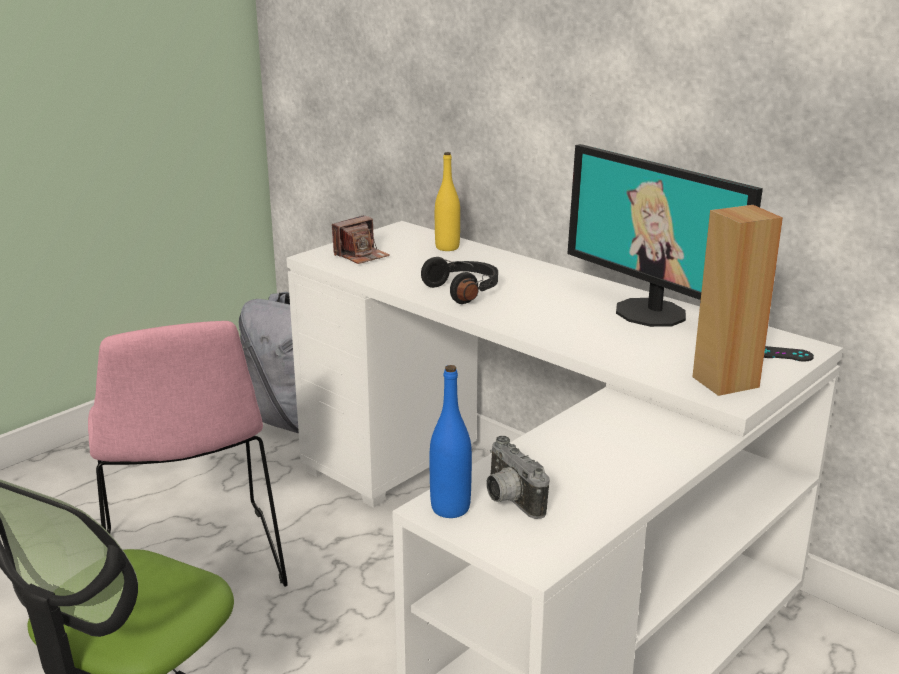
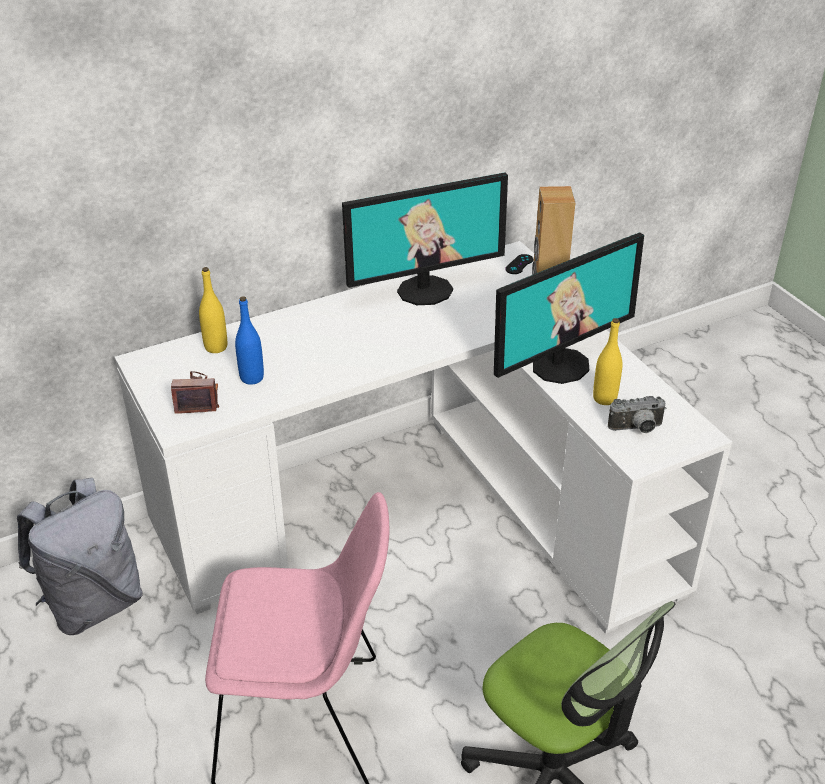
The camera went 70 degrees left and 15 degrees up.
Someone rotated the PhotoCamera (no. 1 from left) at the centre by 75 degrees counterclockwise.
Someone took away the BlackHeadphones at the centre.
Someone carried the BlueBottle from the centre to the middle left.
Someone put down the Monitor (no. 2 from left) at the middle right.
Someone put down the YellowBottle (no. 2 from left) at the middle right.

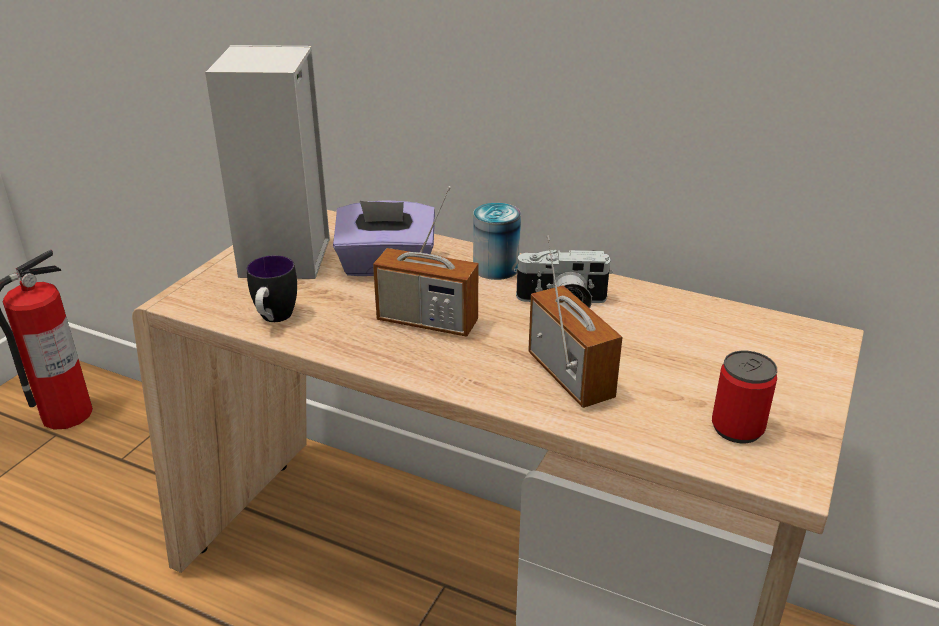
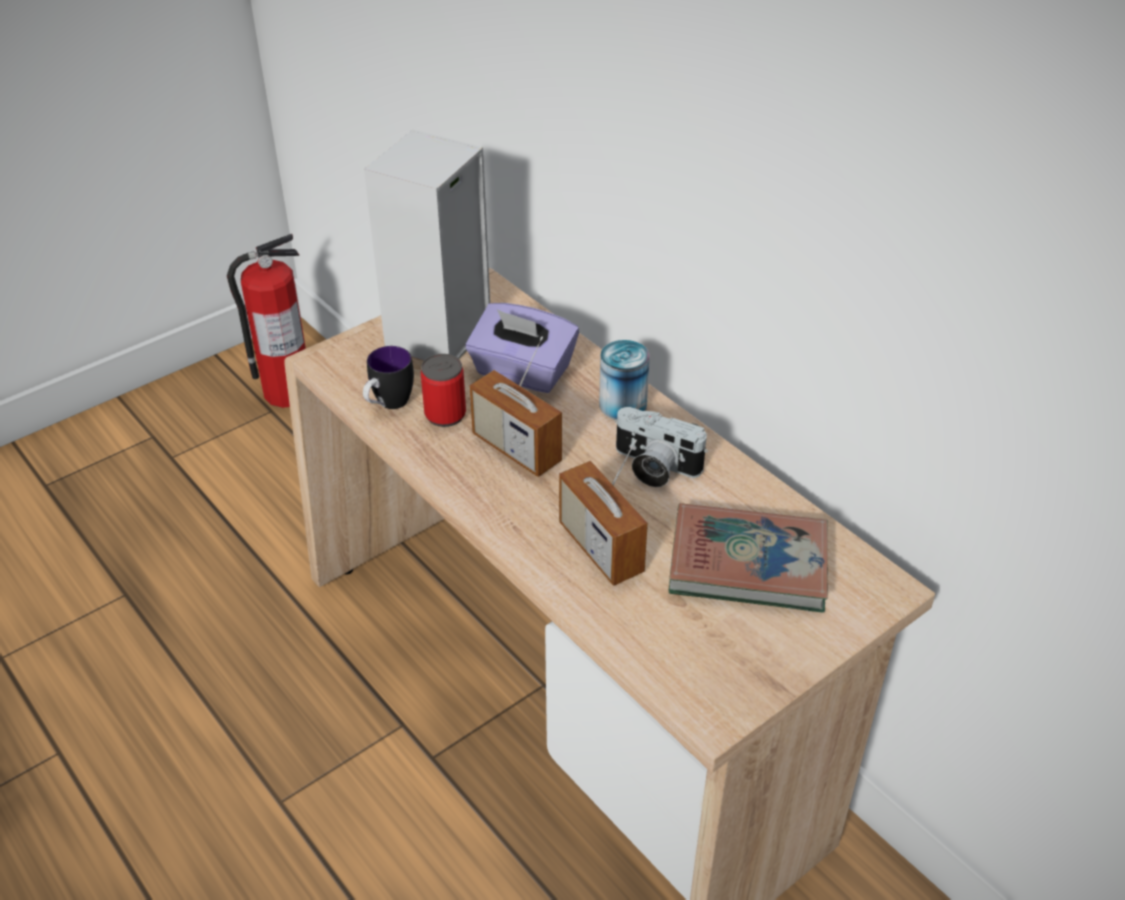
The camera went 25 degrees right and 10 degrees up.
Someone rotated the Radio (no. 2 from left) at the centre by 150 degrees clockwise.
Someone carried the Can (no. 2 from left in the first image) from the middle right to the centre.
Someone put down the Book at the centre.

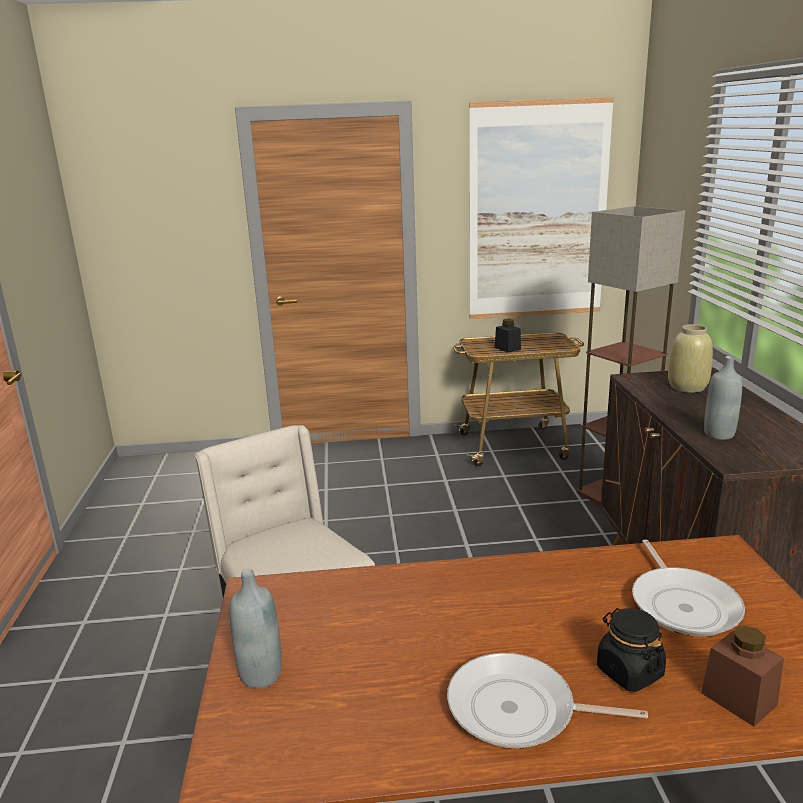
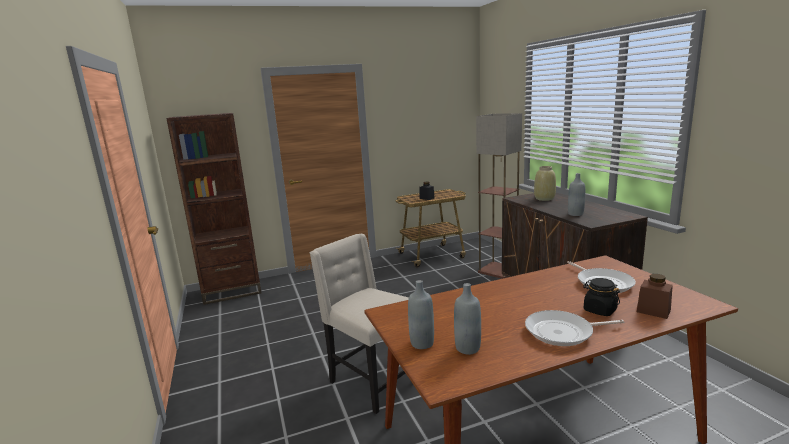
The camera went 15 degrees left and 5 degrees down.
Someone took away the Picture at the top right.
Someone put down the BrownBookcase at the middle left.
Someone put down the GreyBottle (no. 2 from left) at the bottom centre.

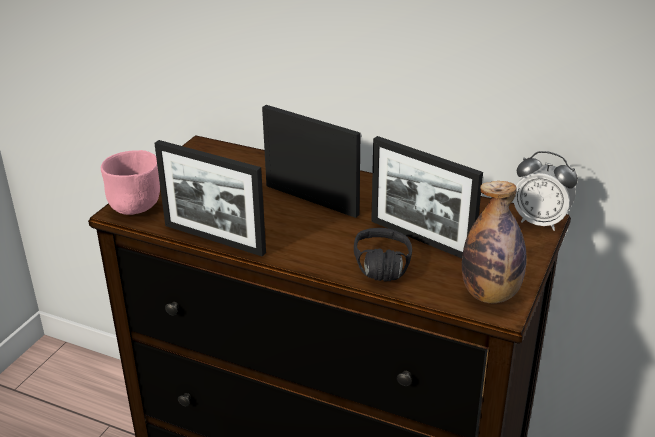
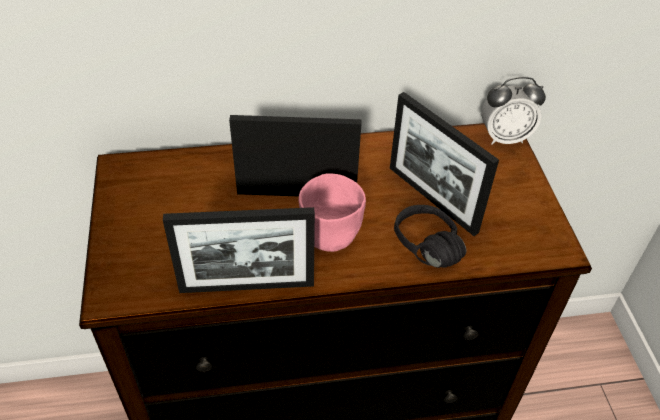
The camera went 35 degrees left and 15 degrees up.
Someone carried the PinkBowl from the middle left to the centre.
Someone rotated the PictureFrame (no. 3 from left) at the centre by 45 degrees clockwise.
Someone took away the Bottle at the middle right.

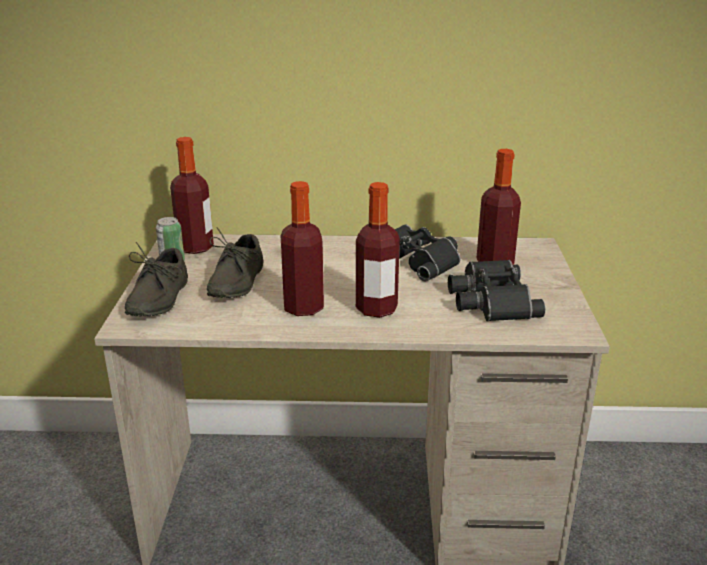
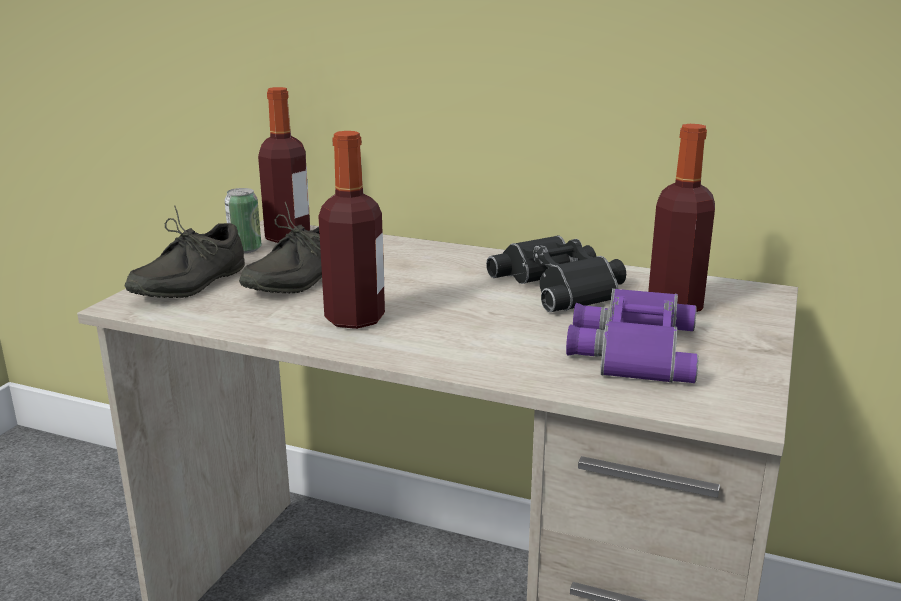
The camera went 20 degrees right and 5 degrees down.
Someone took away the Bottle (no. 3 from left) at the centre.
Someone repainted the BlackBinoculars (no. 2 from left) at the middle right, which became the PurpleBinoculars at the middle right.

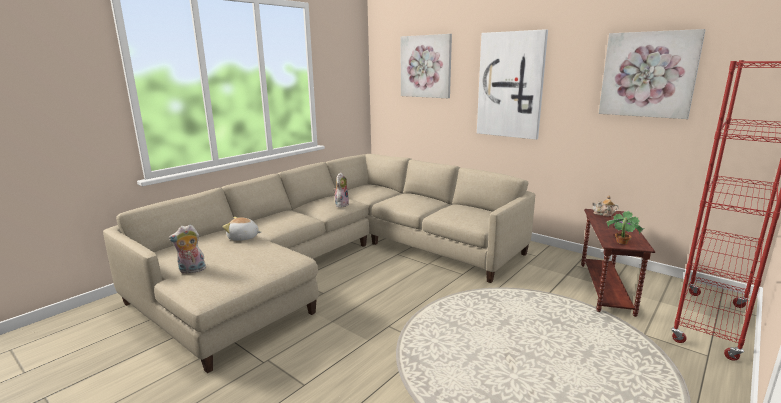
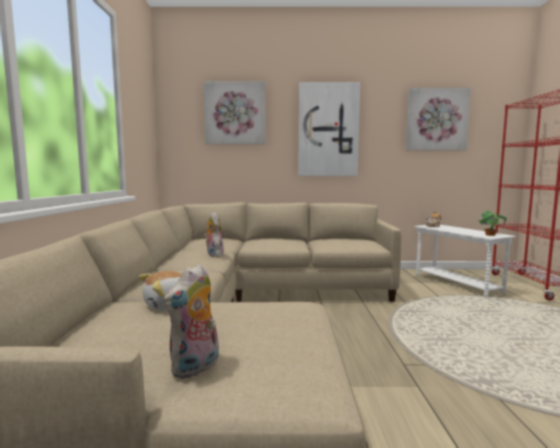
The camera went 40 degrees left and 10 degrees down.
Someone repainted the BrownSideTable at the middle right, which became the WhiteSideTable at the middle right.

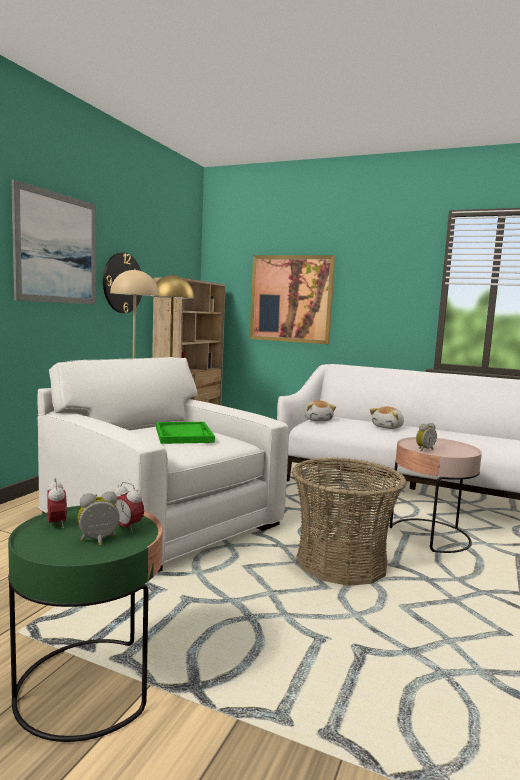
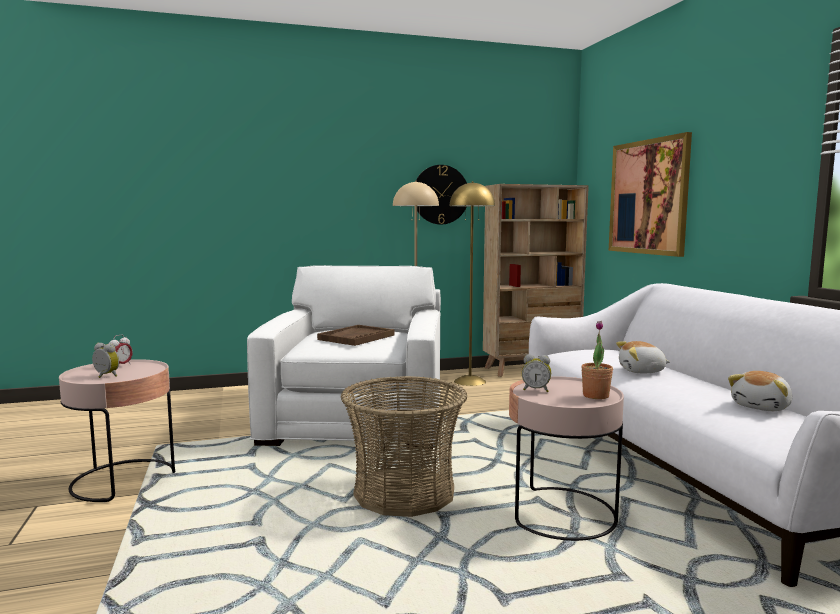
The camera went 50 degrees right and 0 degrees up.
Someone repainted the GreenSideTable at the bottom left, which became the PinkSideTable (no. 1 from left) at the bottom left.
Someone took away the Picture (no. 1 from left) at the top left.
Someone took away the AlarmClock (no. 3 from left) at the middle left.
Someone repainted the GreenTray at the centre, which became the BrownTray at the centre.
Someone carried the PlushToy (no. 1 from left in the first image) from the centre to the middle right.
Someone put down the PottedPlant at the middle right.

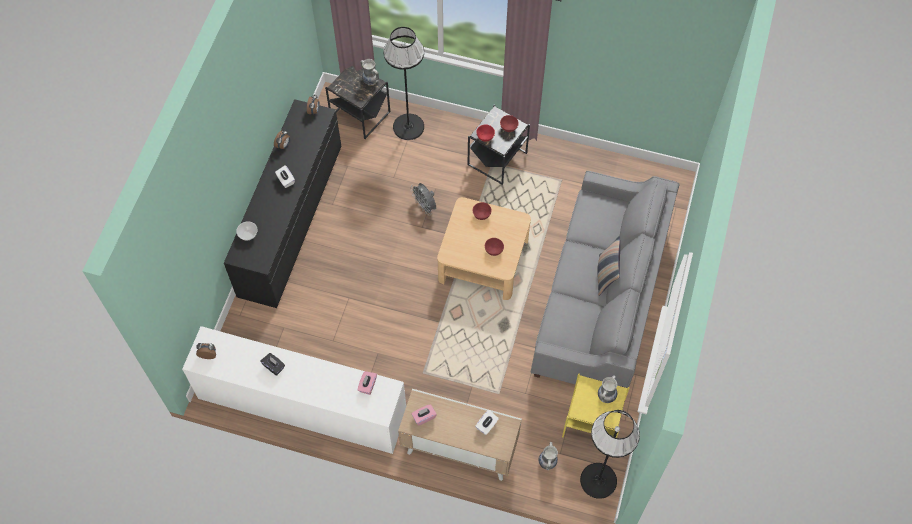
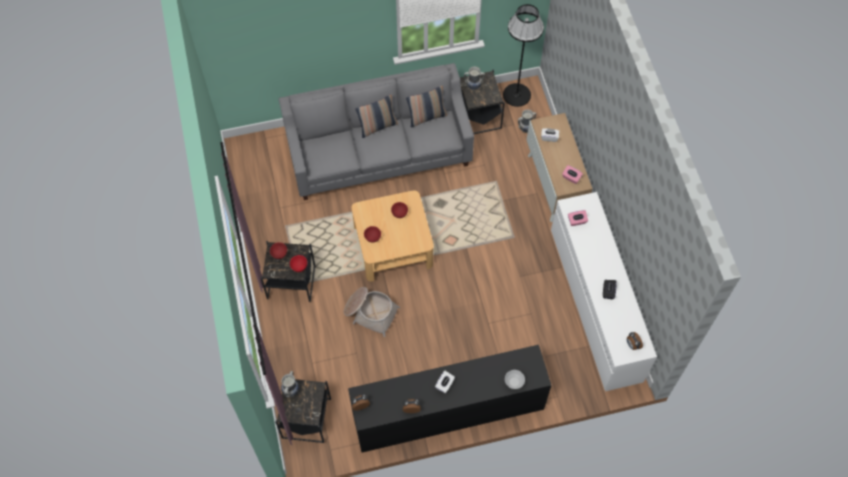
The camera went 120 degrees left and 0 degrees up.
Someone took away the BlackFloorLamp (no. 1 from left) at the top centre.
Someone swapped the GreyFan at the centre for the Basket at the centre.
Someone repainted the YellowSideTable at the bottom centre, which became the BlackSideTable (no. 3 from left) at the top centre.
Someone put down the Pillow (no. 2 from left) at the top centre.

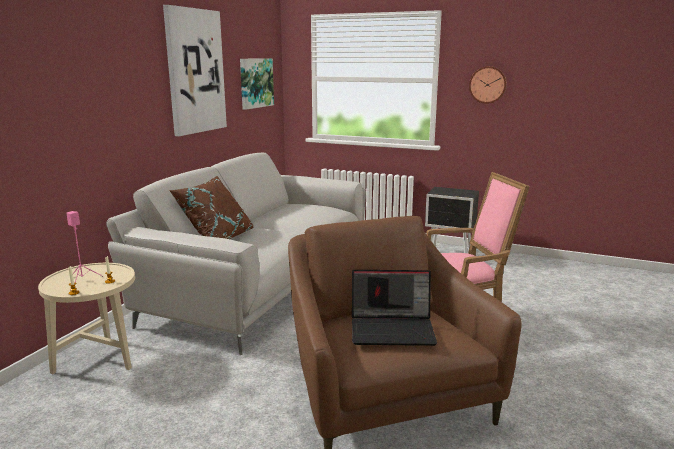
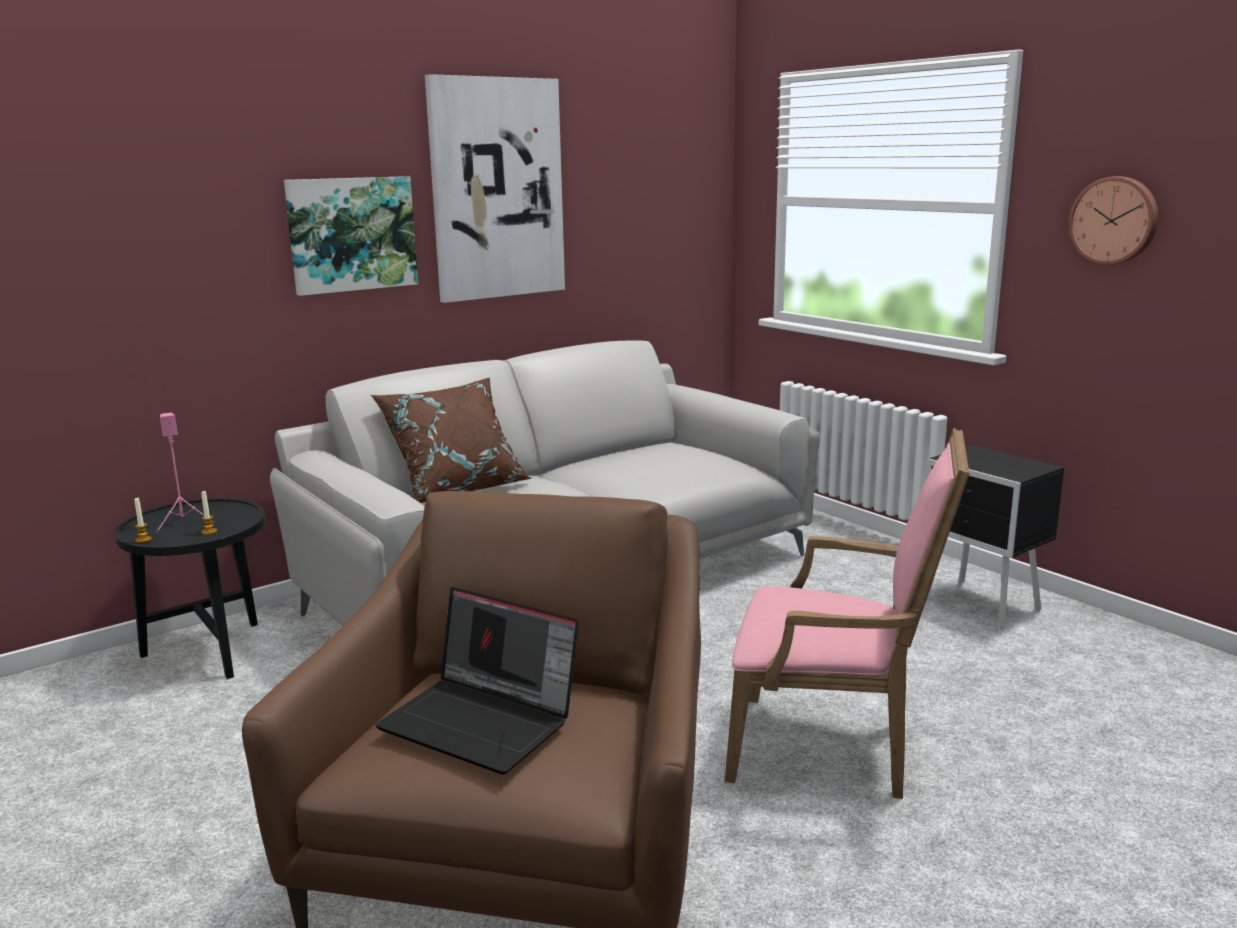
The camera went 30 degrees right and 0 degrees up.
Someone repainted the BeigeSideTable at the bottom left, which became the BlackSideTable at the middle left.
Someone carried the Picture (no. 2 from left in the first image) from the top centre to the top left.

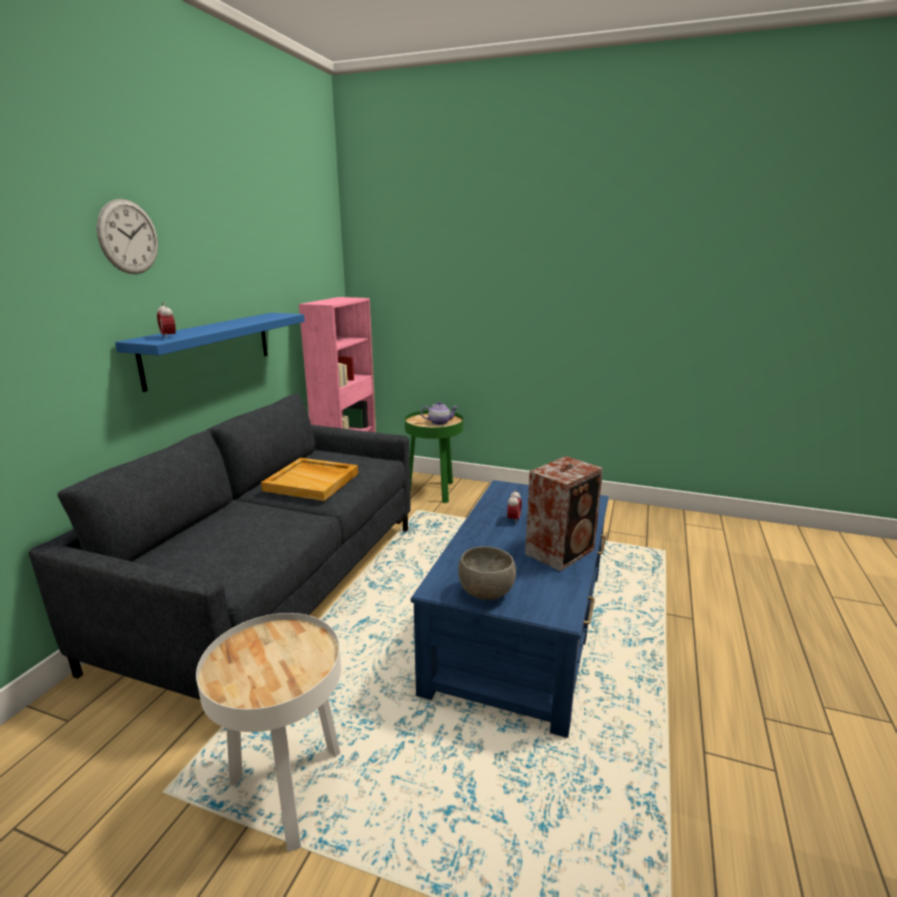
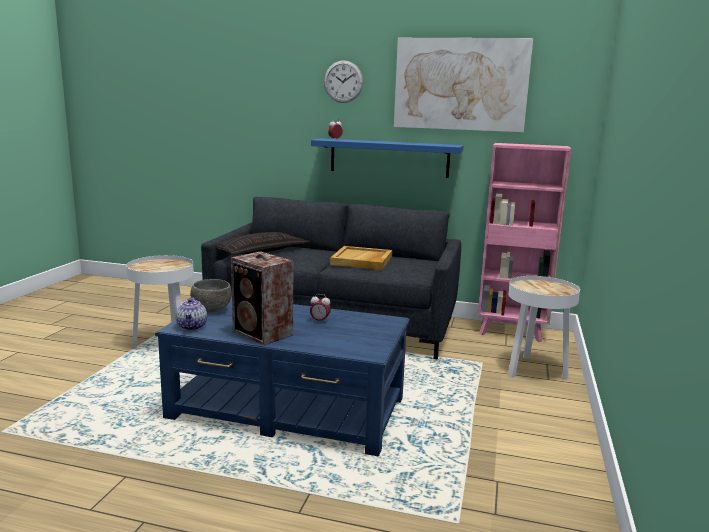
The camera went 85 degrees right and 5 degrees down.
Someone repainted the GreenSideTable at the centre, which became the WhiteSideTable (no. 2 from left) at the middle right.
Someone carried the Teapot from the centre to the middle left.
Someone put down the Pillow at the centre.
Someone put up the Picture at the top centre.

